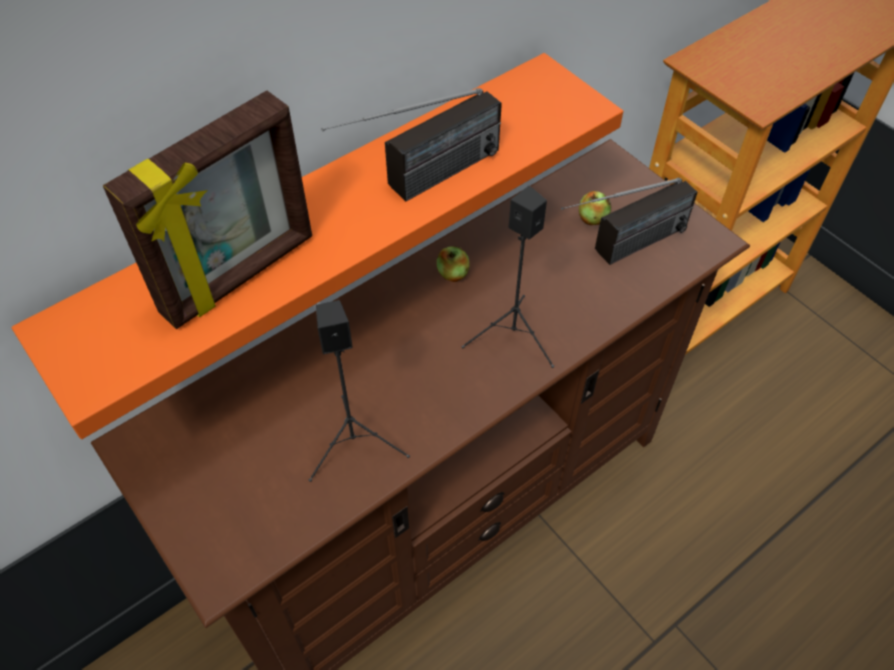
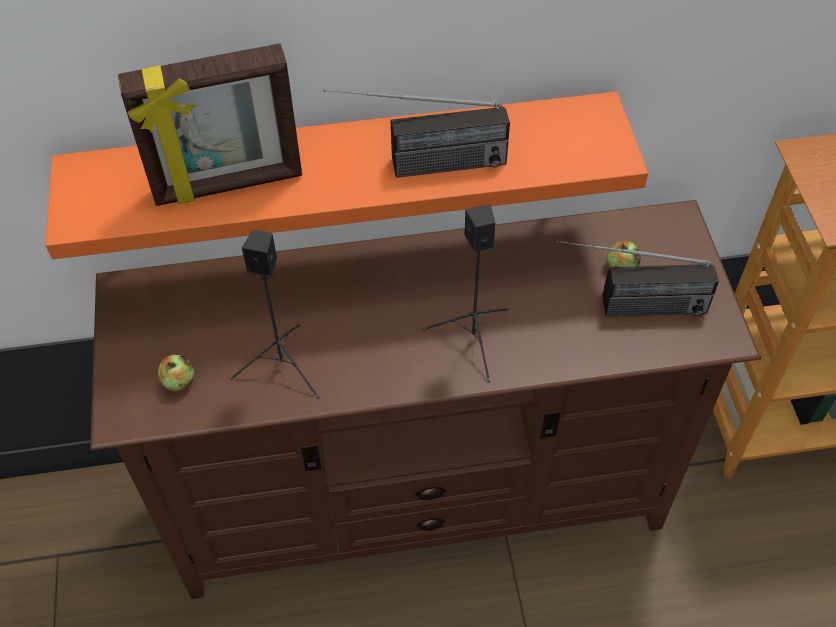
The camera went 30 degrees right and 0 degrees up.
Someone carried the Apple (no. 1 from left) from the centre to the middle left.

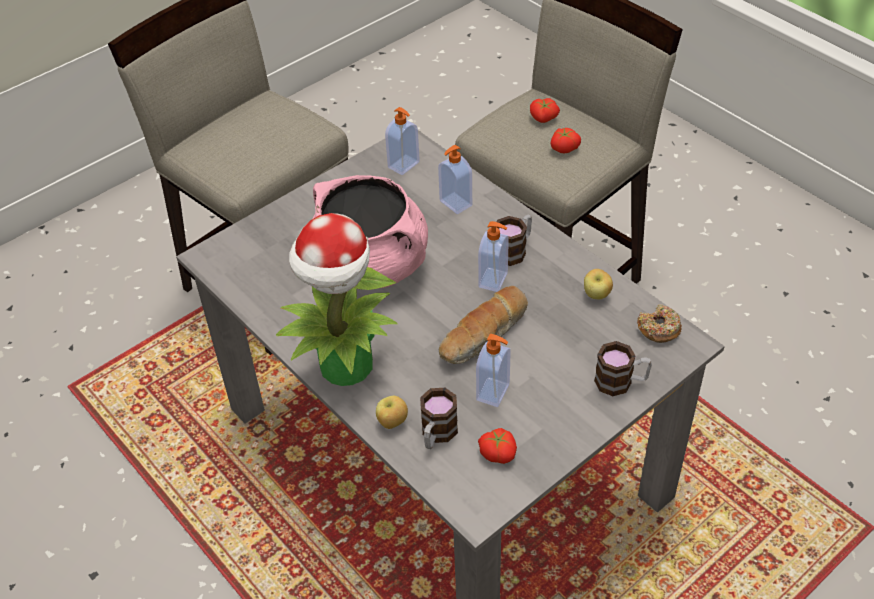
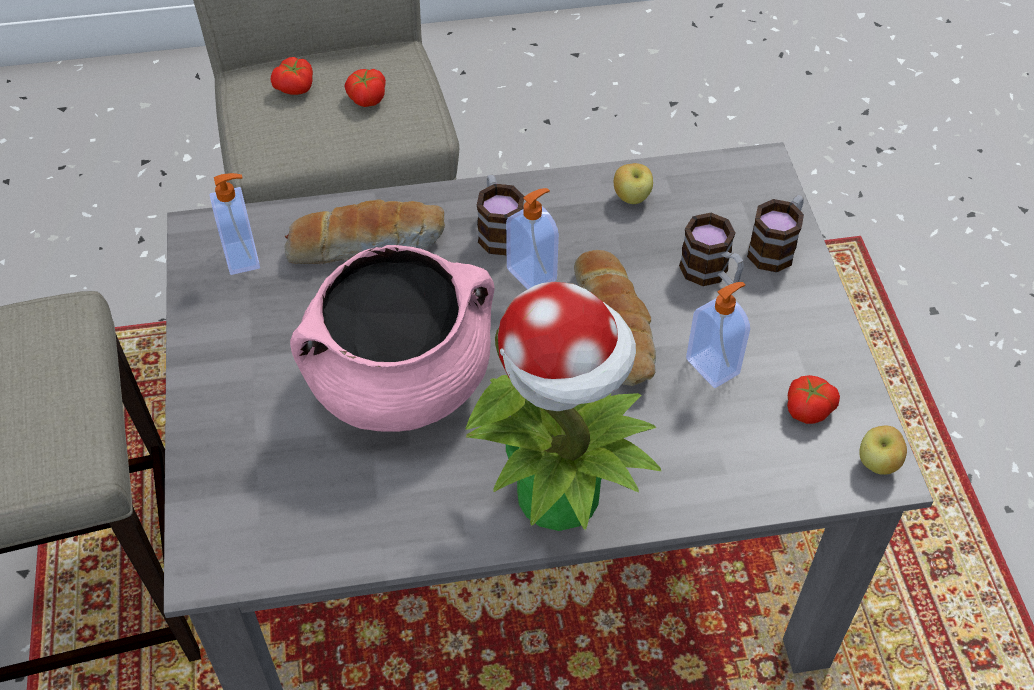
The camera went 60 degrees left and 5 degrees up.
Someone carried the Apple (no. 1 from left in the first image) from the bottom centre to the middle right.
Someone carried the Mug (no. 1 from left in the first image) from the bottom centre to the middle right.
Someone swapped the SoapDispenser (no. 2 from left) at the top centre for the Bread (no. 1 from left) at the centre.
Someone took away the Donut at the middle right.

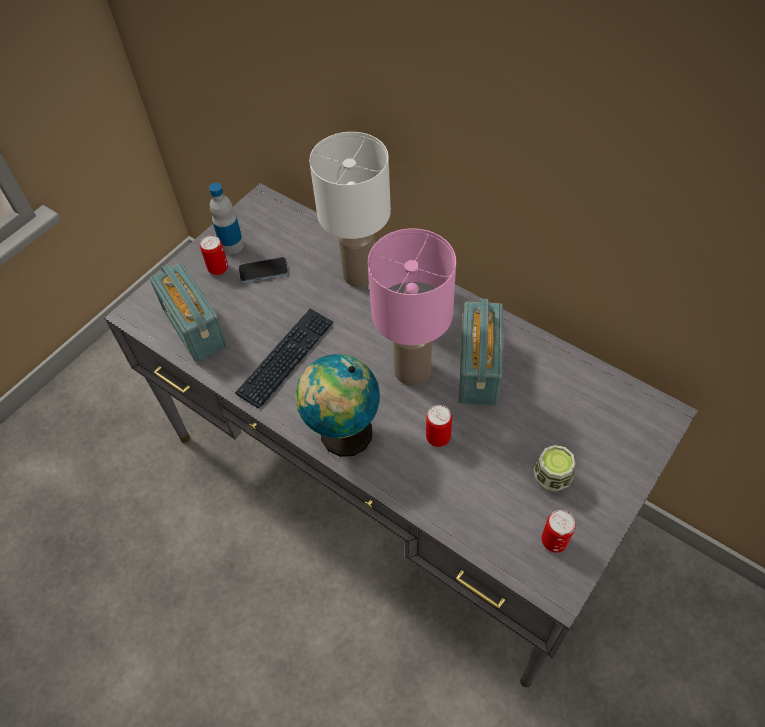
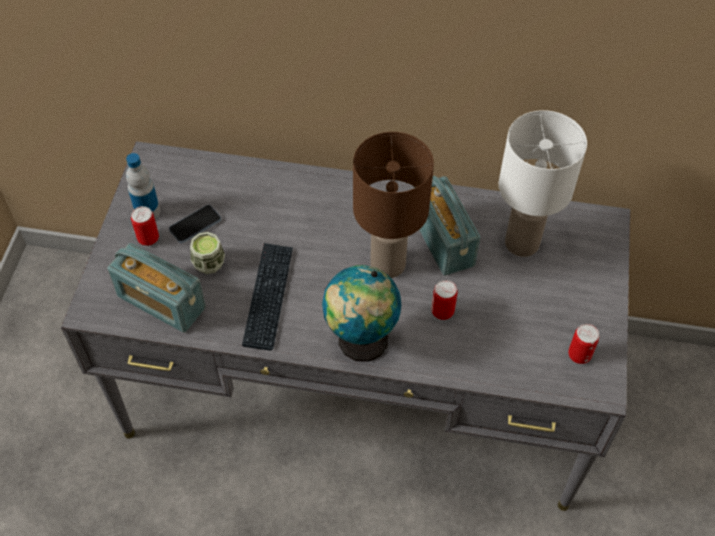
The camera went 30 degrees left and 0 degrees up.
Someone carried the WhiteTableLamp from the top centre to the middle right.
Someone repainted the PinkTableLamp at the centre, which became the BrownTableLamp at the centre.
Someone carried the Cup from the middle right to the middle left.

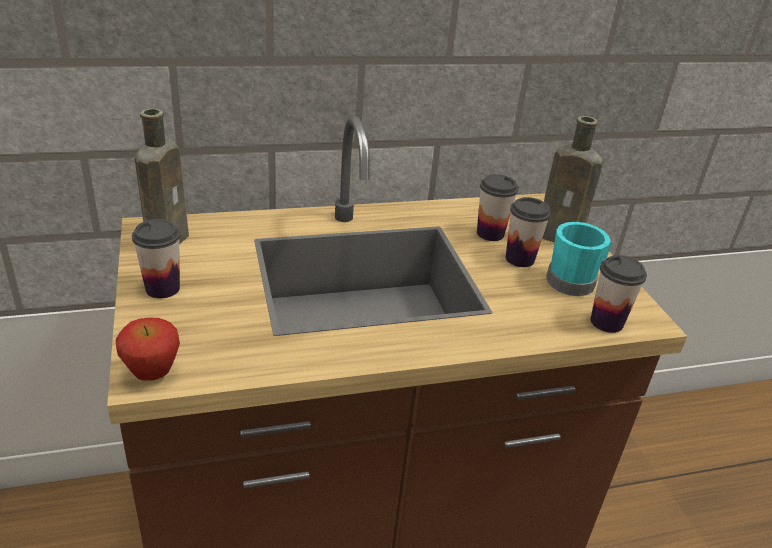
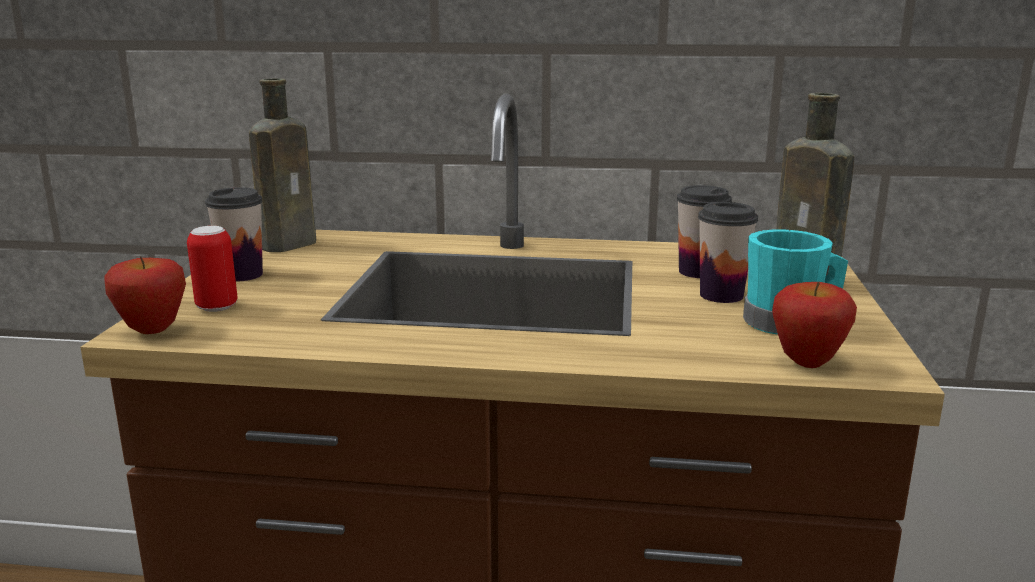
The camera went 25 degrees right and 15 degrees down.
Someone swapped the Cup (no. 4 from left) at the middle right for the Apple (no. 2 from left) at the middle right.
Someone put down the Can at the middle left.

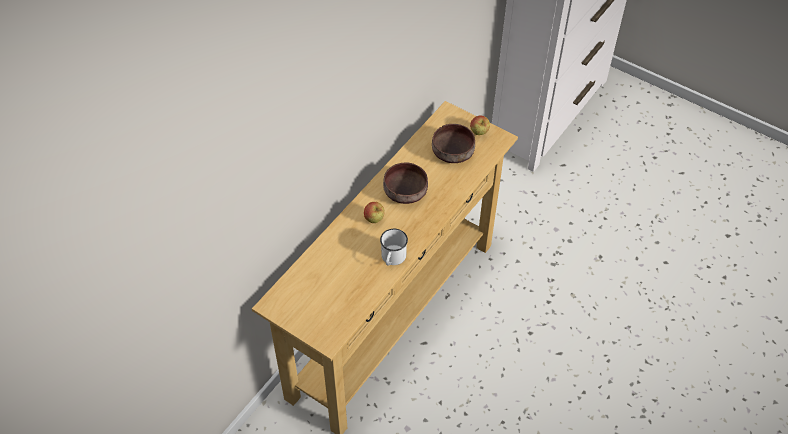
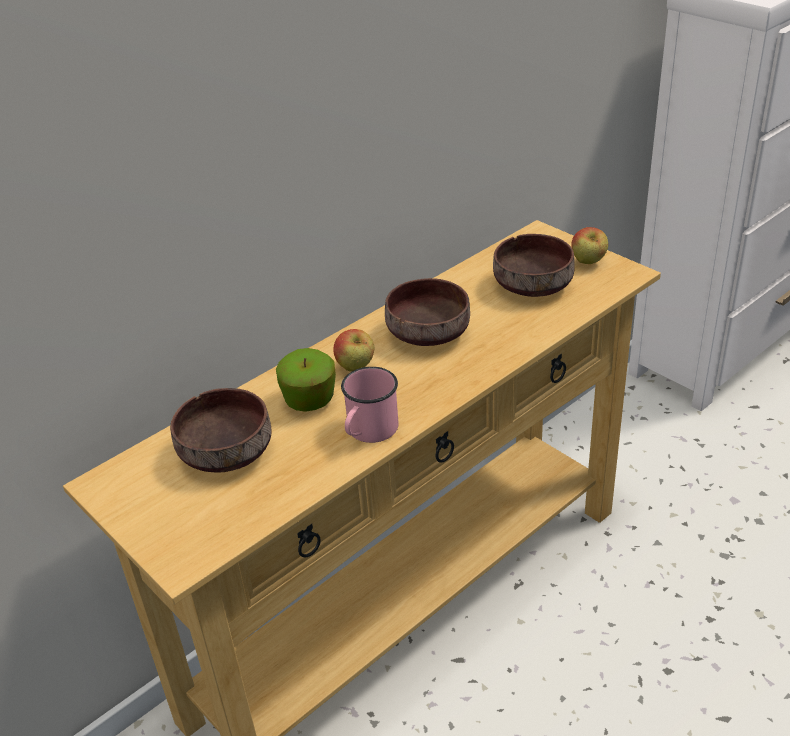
The camera went 15 degrees right and 15 degrees down.
Someone repainted the WhiteMug at the centre, which became the PinkMug at the centre.
Someone put down the BrownBowl (no. 1 from left) at the middle left.
Someone put down the Apple (no. 1 from left) at the centre.

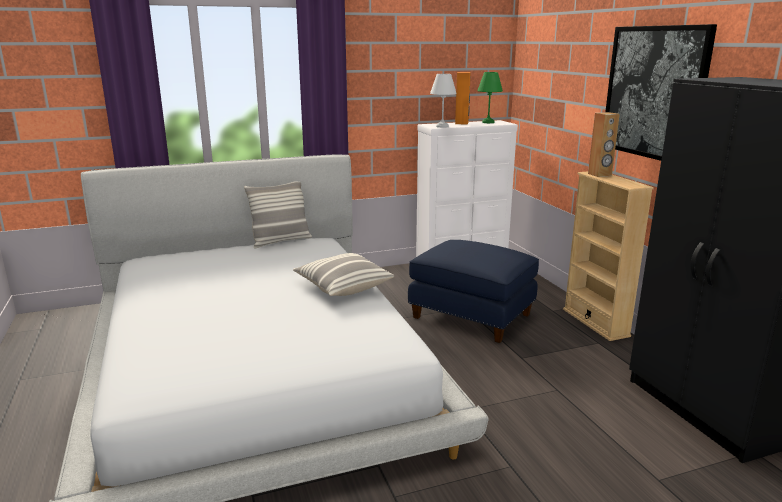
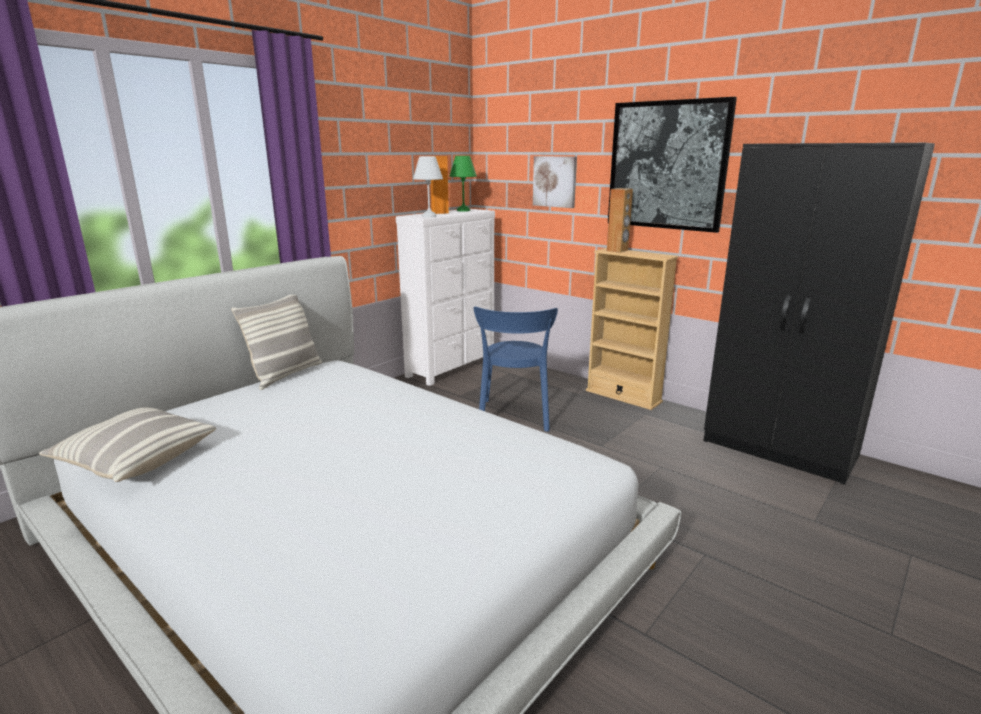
The camera went 30 degrees left and 0 degrees up.
Someone carried the Pillow (no. 2 from left in the first image) from the centre to the middle left.
Someone swapped the BlueOttoman at the centre for the BlueChair at the centre.
Someone put up the Picture (no. 1 from left) at the top centre.

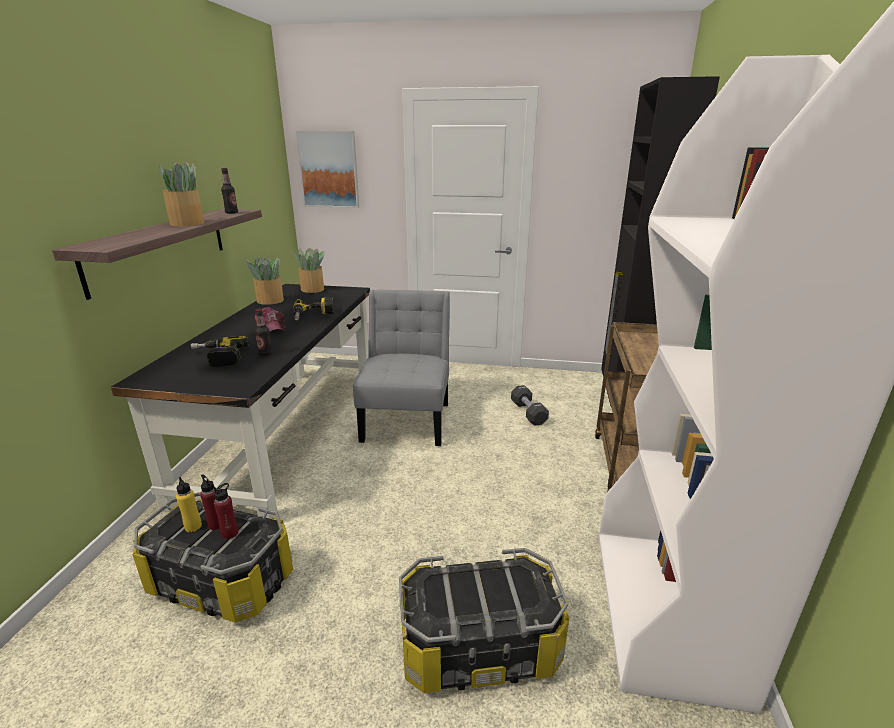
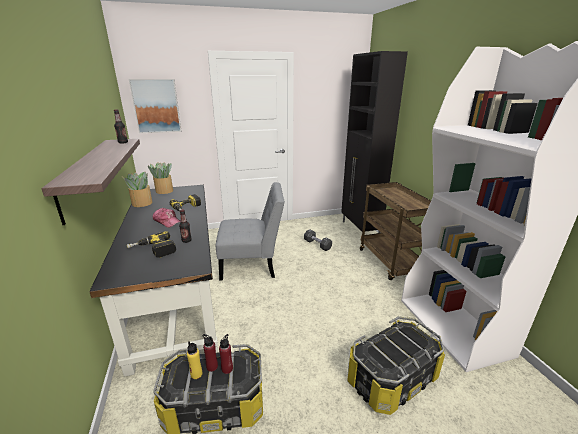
The camera went 25 degrees left and 0 degrees up.
Someone took away the PottedPlant (no. 1 from left) at the top left.
Someone rotated the GreyChair at the centre by 105 degrees clockwise.

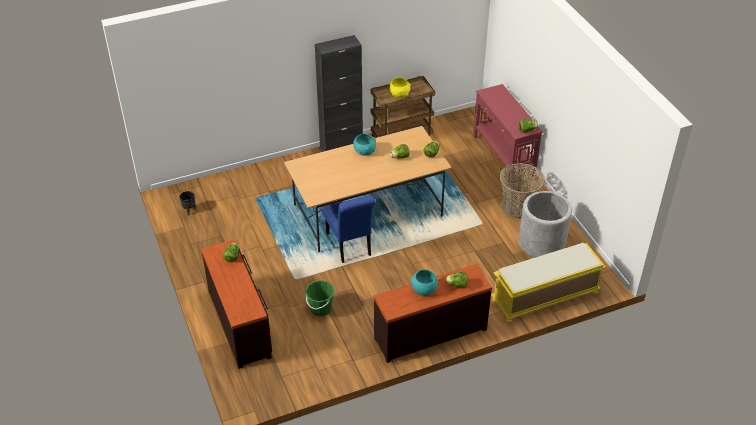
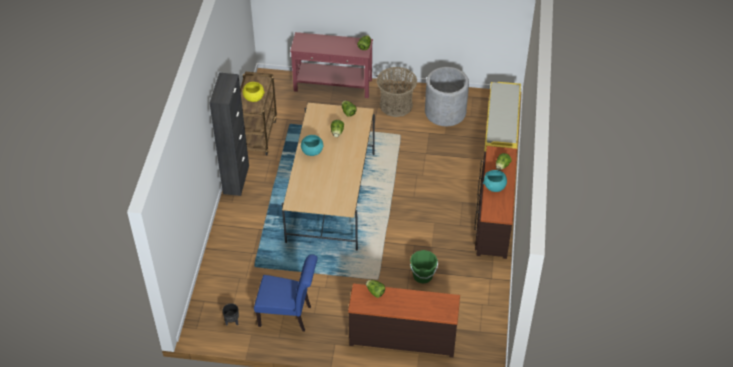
The camera went 60 degrees left and 5 degrees up.
Someone carried the BlueChair from the centre to the bottom centre.

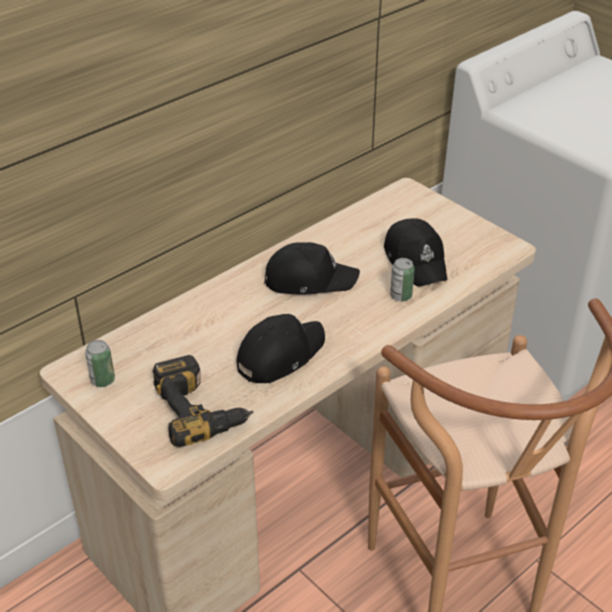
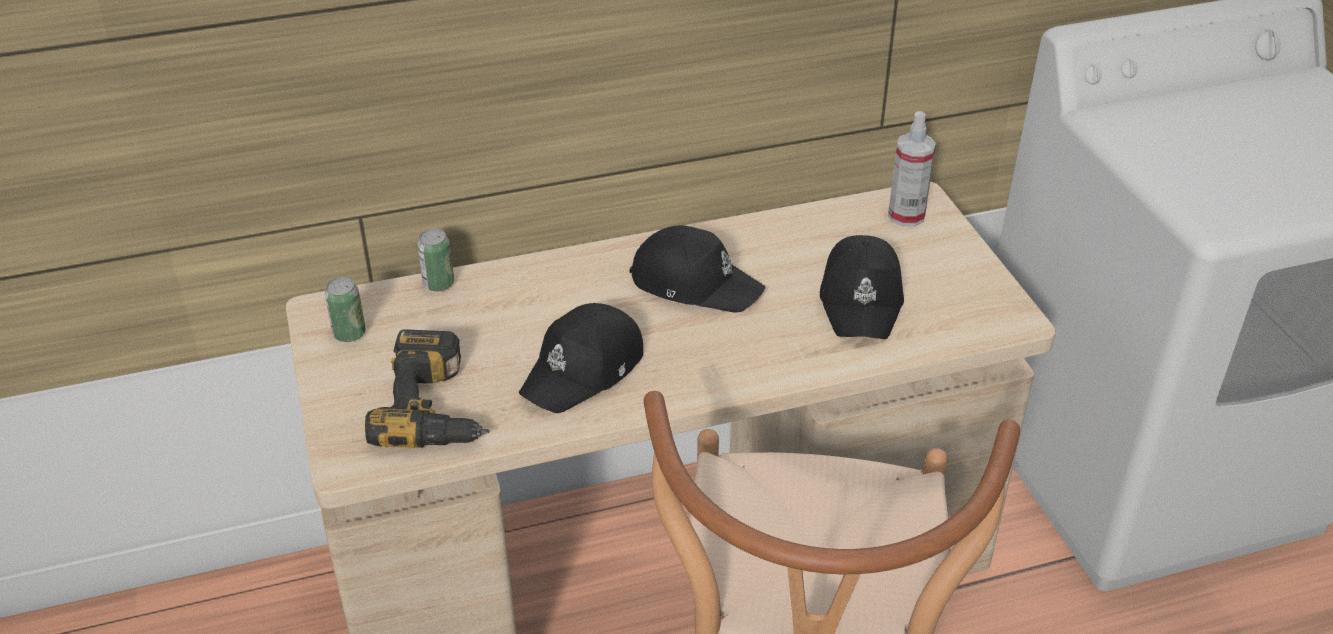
The camera went 25 degrees right and 0 degrees up.
Someone rotated the BlackCap (no. 1 from left) at the centre by 150 degrees clockwise.
Someone carried the Can (no. 2 from left) from the centre to the middle left.
Someone put down the SprayBottle at the top right.

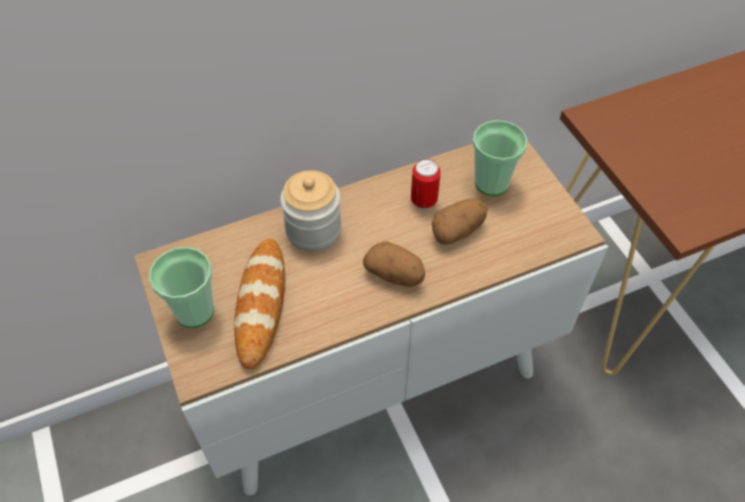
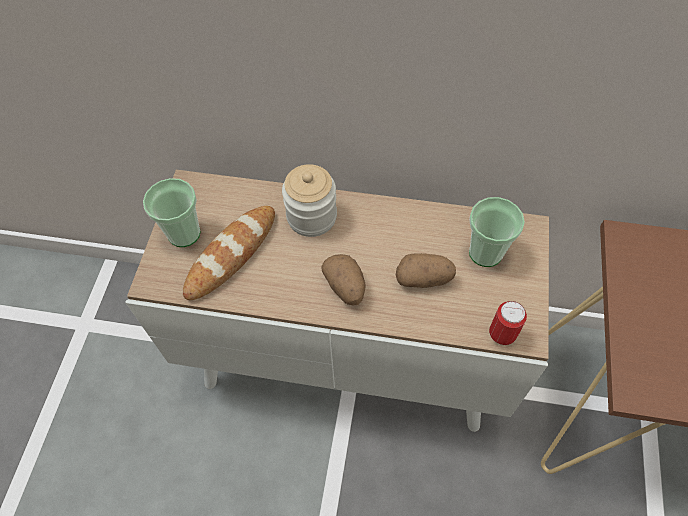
The camera went 35 degrees right and 5 degrees up.
Someone carried the Can from the centre to the middle right.

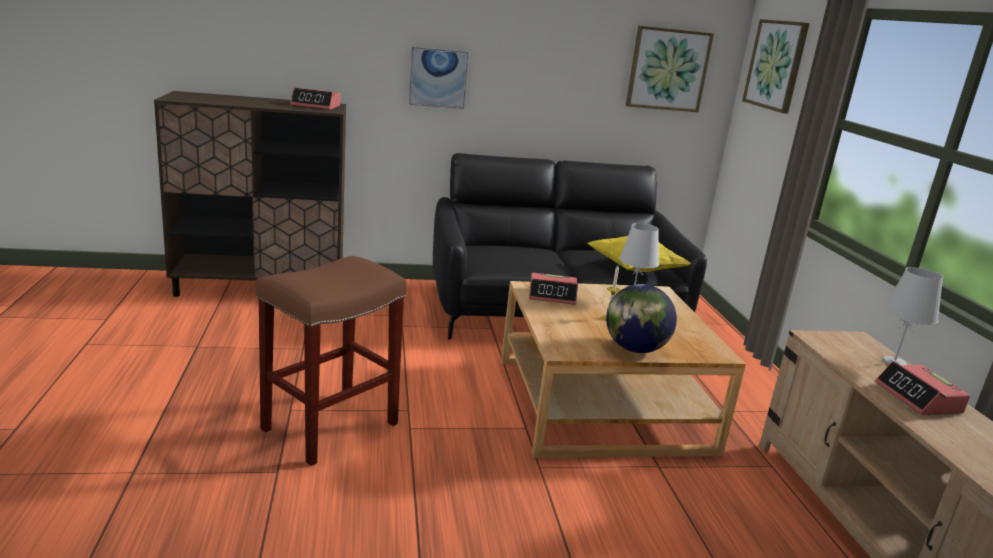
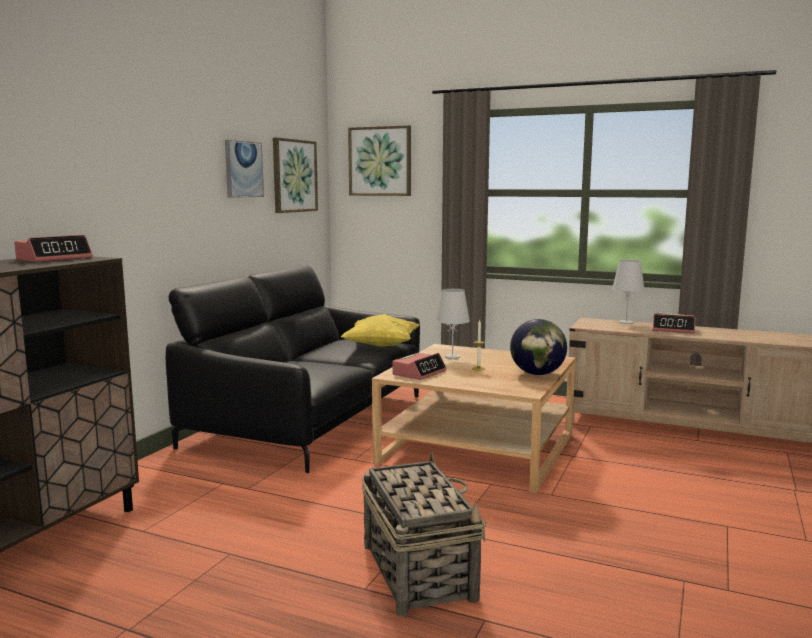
The camera went 55 degrees left and 10 degrees down.
Someone swapped the BrownStool at the centre for the Basket at the bottom centre.
Someone carried the Picture (no. 1 from left) from the top centre to the top left.

